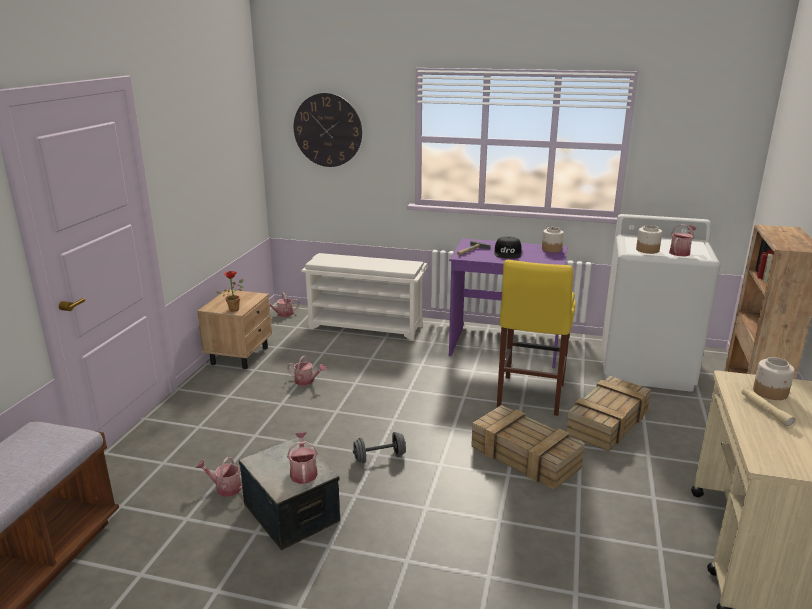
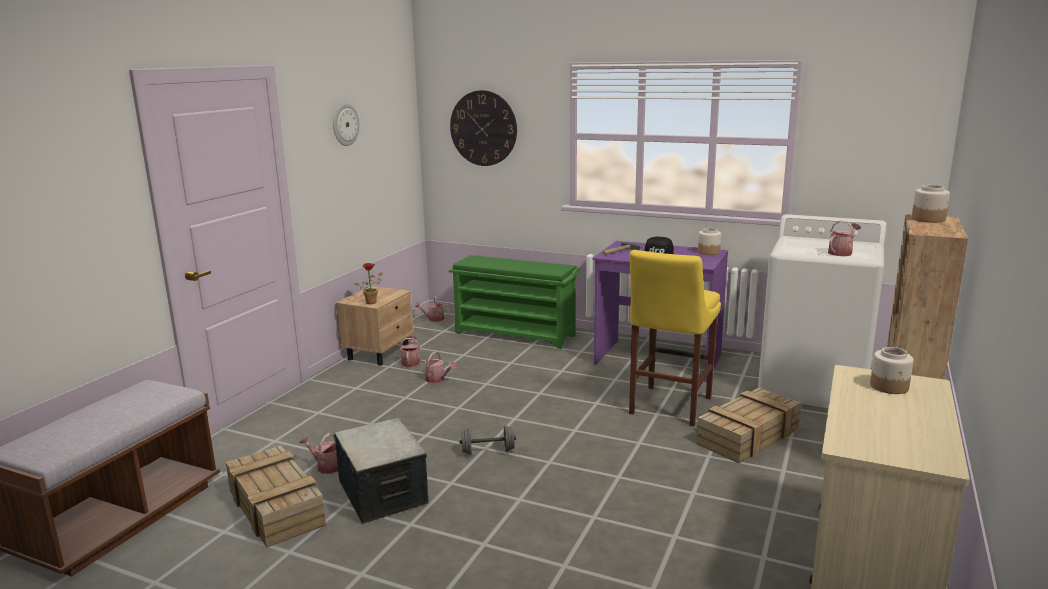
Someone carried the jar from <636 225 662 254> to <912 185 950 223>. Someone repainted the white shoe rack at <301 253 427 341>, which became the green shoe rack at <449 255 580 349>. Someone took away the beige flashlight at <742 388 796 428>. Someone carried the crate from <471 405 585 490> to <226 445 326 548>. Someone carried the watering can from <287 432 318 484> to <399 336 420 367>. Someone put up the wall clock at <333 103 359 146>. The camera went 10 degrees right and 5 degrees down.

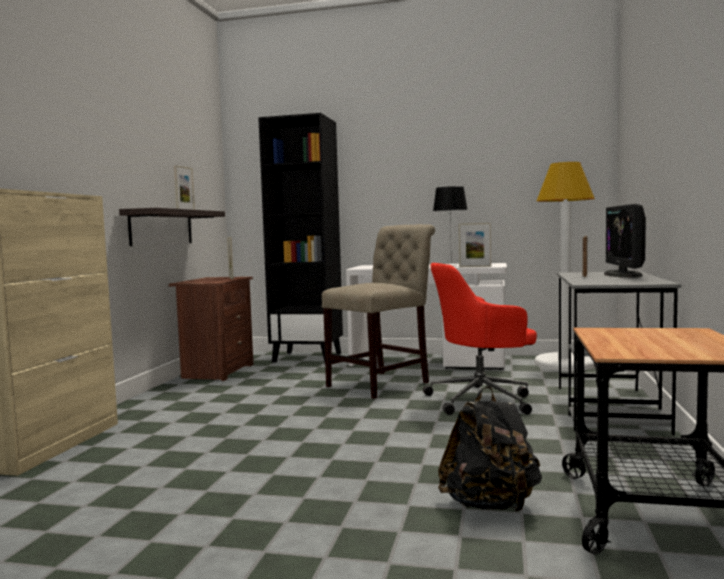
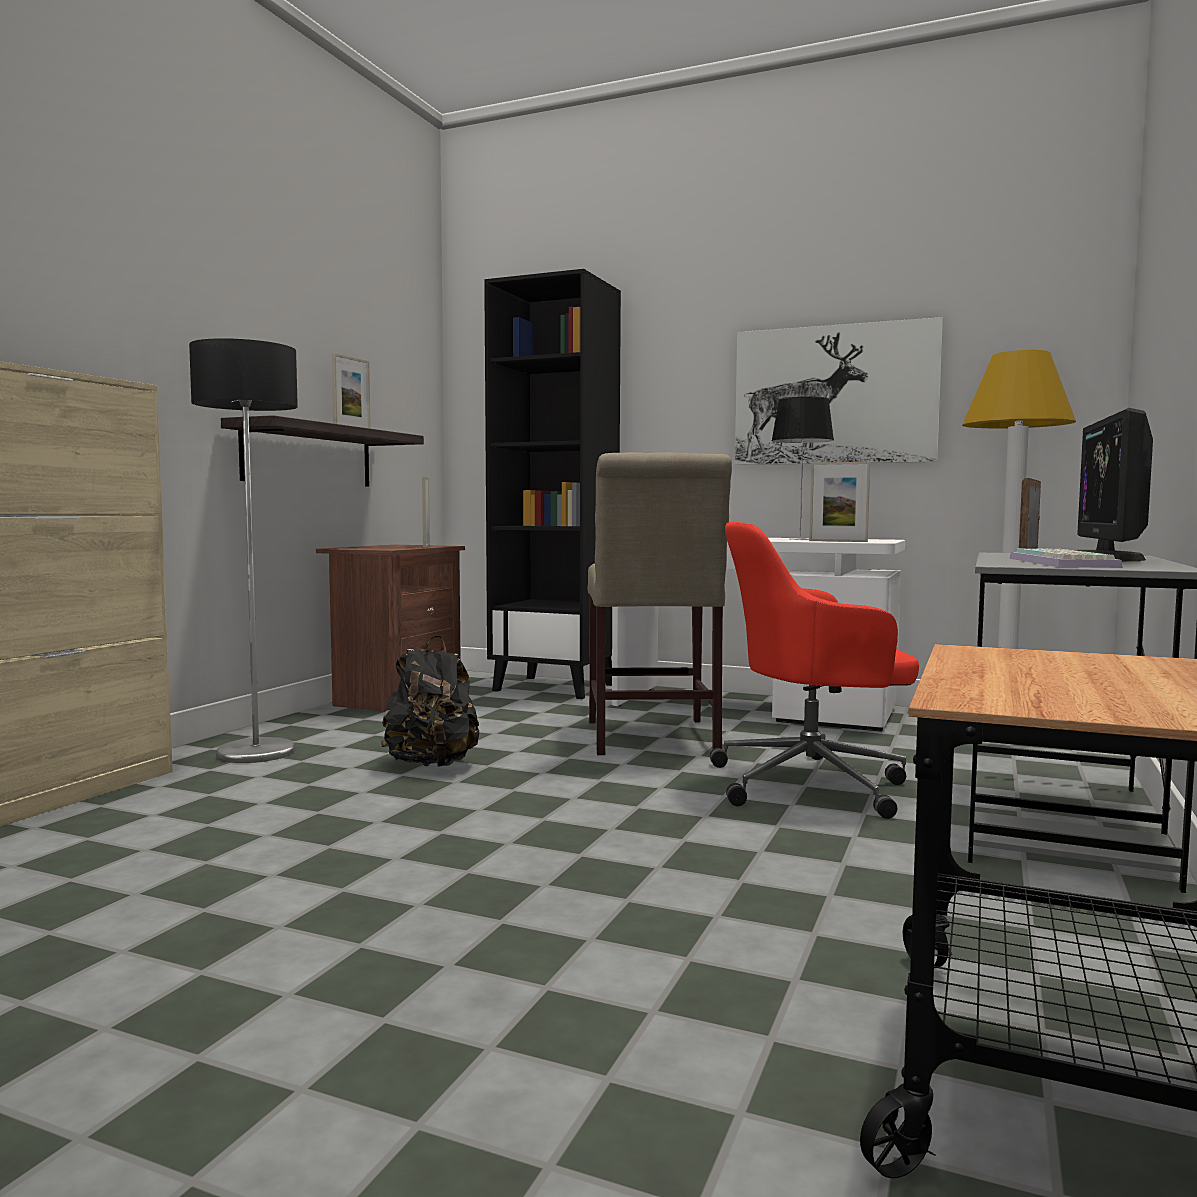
Someone rotated the beige chair at <322 224 435 399> by 120 degrees clockwise. Someone carried the black backpack from <438 386 542 512> to <381 635 479 767>. Someone put up the picture at <735 317 943 465>. Someone put down the floor lamp at <189 338 298 763>. Someone put down the keyboard at <1009 548 1123 568>. The camera went 10 degrees right and 0 degrees up.

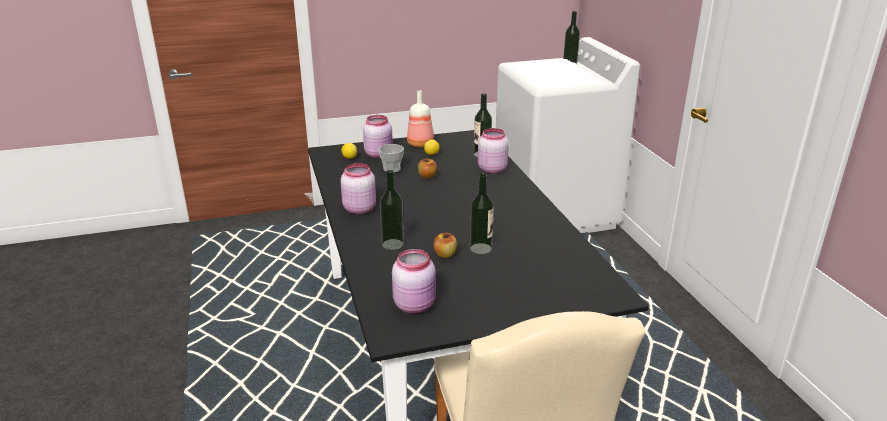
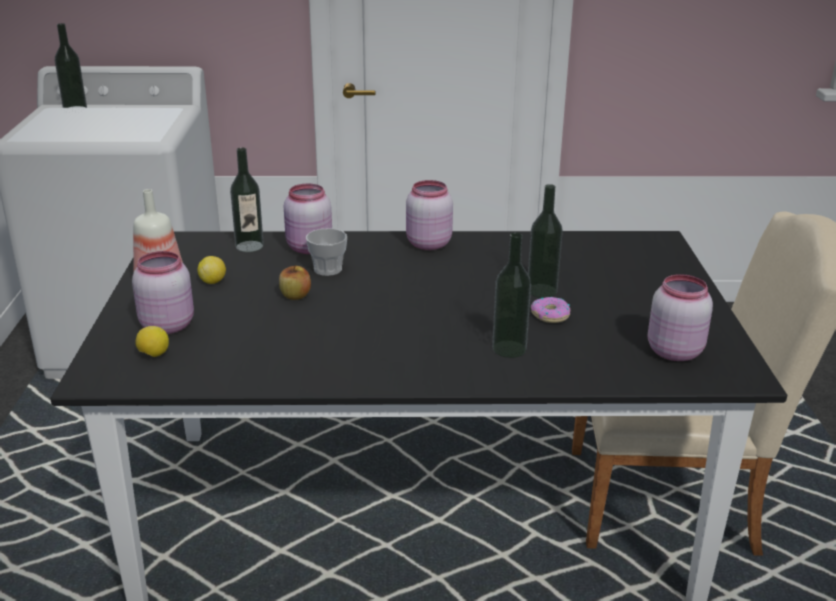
Someone carried the cup from <379 144 404 173> to <306 228 347 276>. Someone carried the pink jar from <341 163 376 214> to <406 180 453 250>. Someone swapped the apple at <434 232 457 258> for the donut at <531 297 570 323>. The camera went 75 degrees left and 0 degrees up.

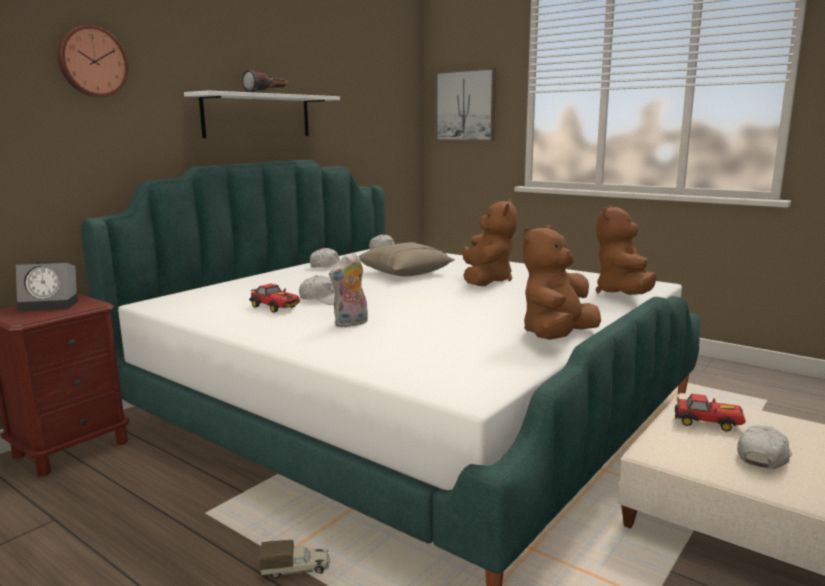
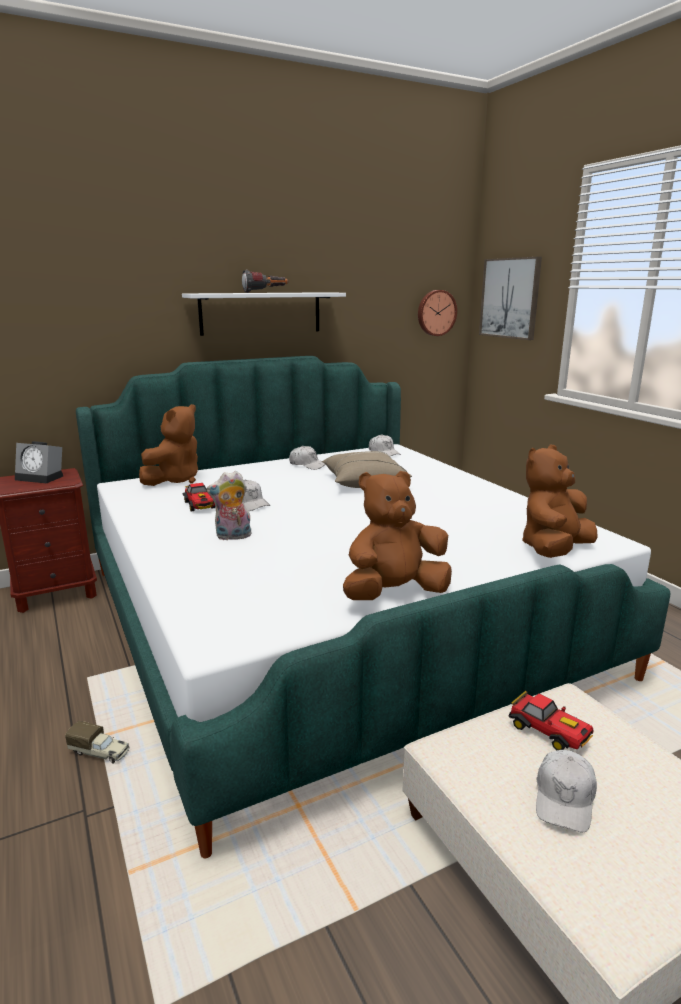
Someone carried the wall clock from <58 25 129 97> to <418 290 457 336>. Someone carried the brown plush toy from <463 199 517 286> to <139 404 198 486>. Someone rotated the white cap at <737 426 792 469> by 135 degrees clockwise. The camera went 25 degrees right and 5 degrees up.

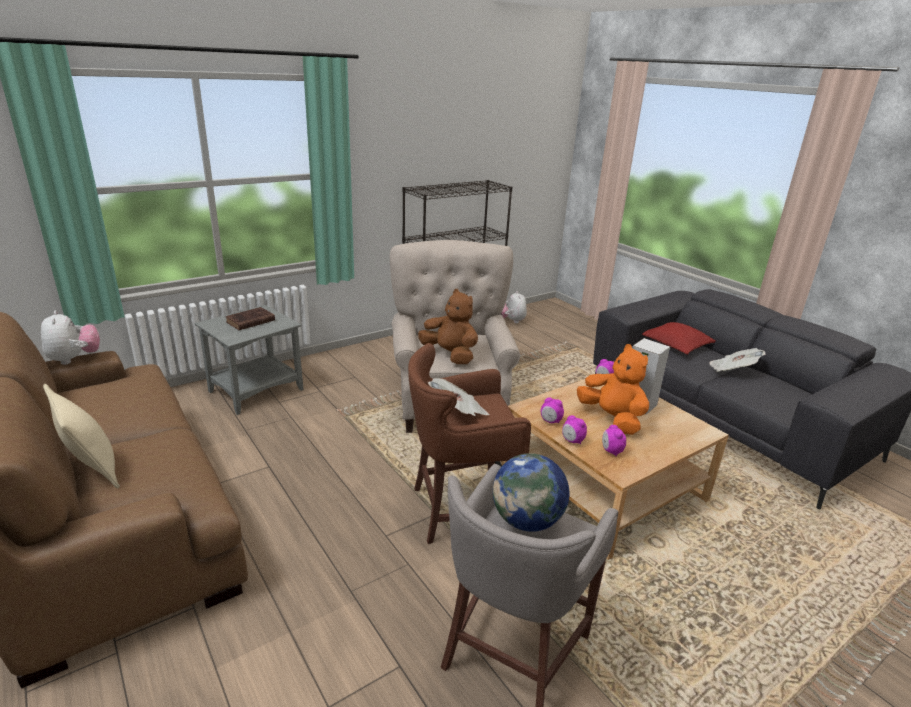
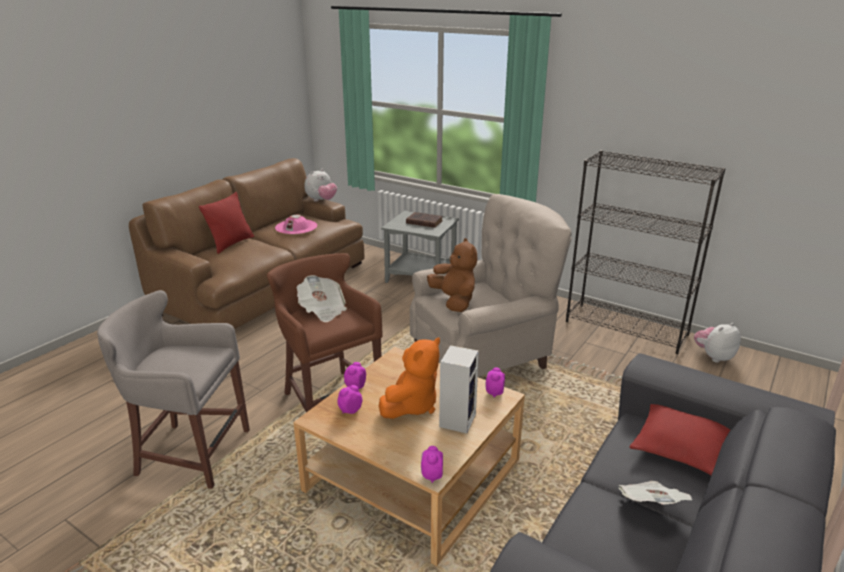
Someone rotated the brown plush toy at <418 289 478 364> by 45 degrees counterclockwise. Someone repainted the beige pillow at <43 384 120 489>, which became the red pillow at <199 192 254 254>. Someone carried the alarm clock from <541 397 564 423> to <421 446 443 483>. Someone took away the globe at <493 453 569 532>. Someone put down the pink hat at <275 215 317 234>. The camera went 70 degrees right and 0 degrees up.

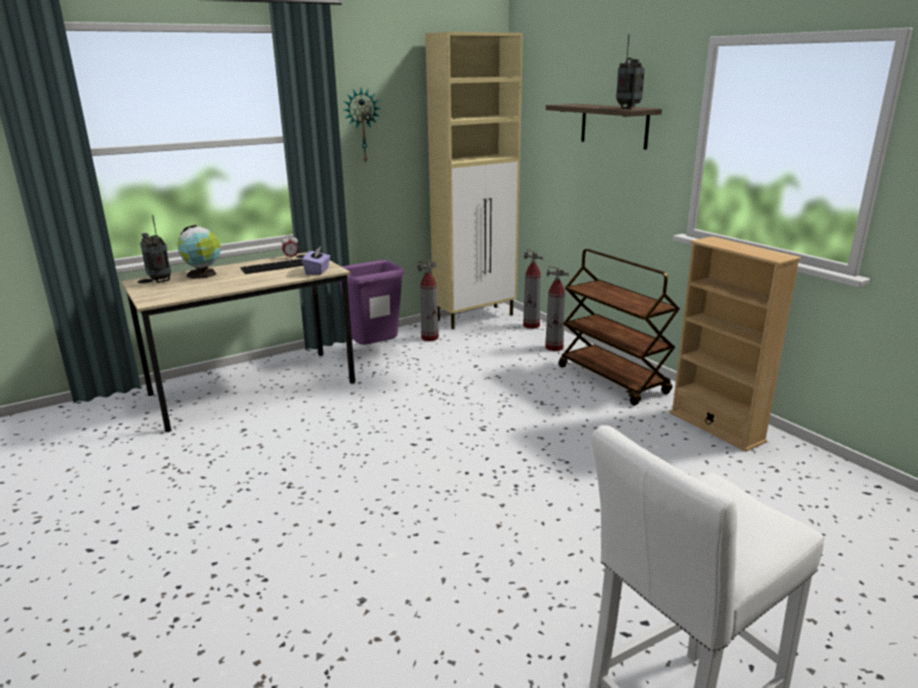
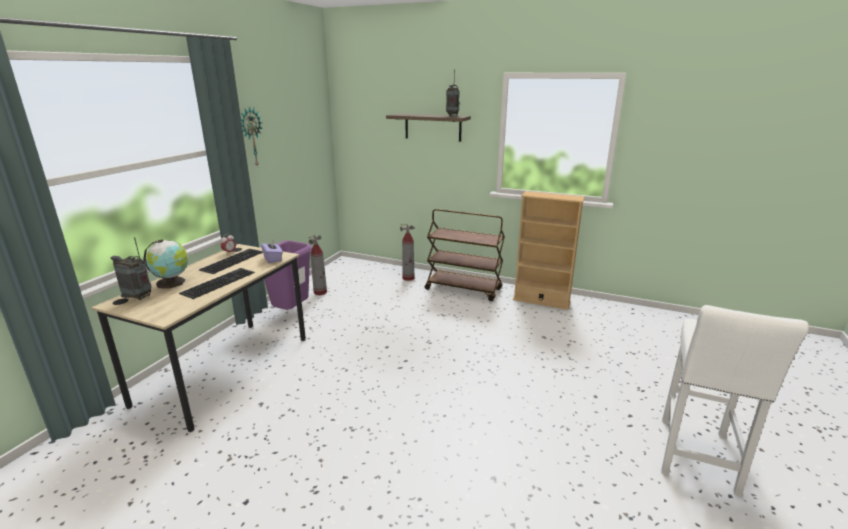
Someone took away the beige cabinet at <425 32 523 330>. Someone took away the fire extinguisher at <523 249 543 329>. Someone put down the keyboard at <179 268 255 299>. The camera went 35 degrees left and 0 degrees up.

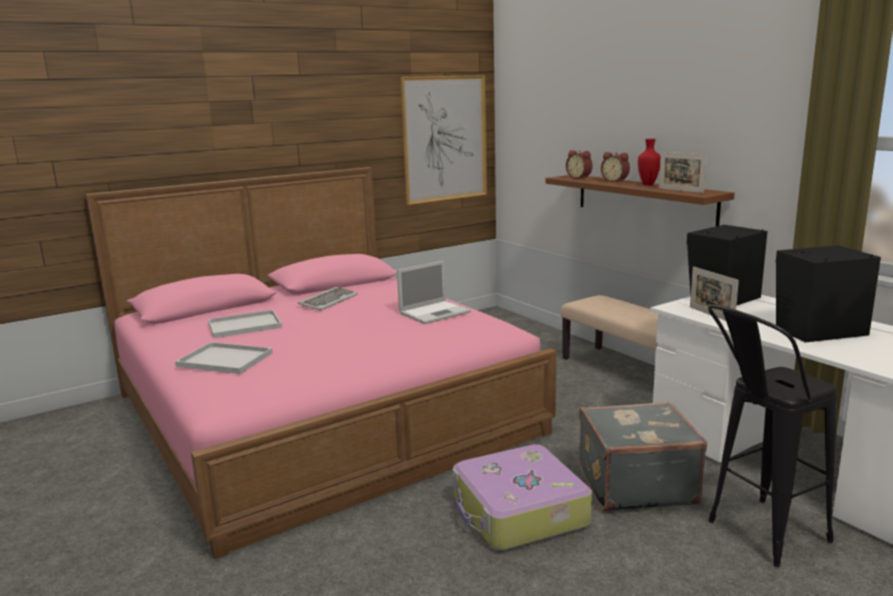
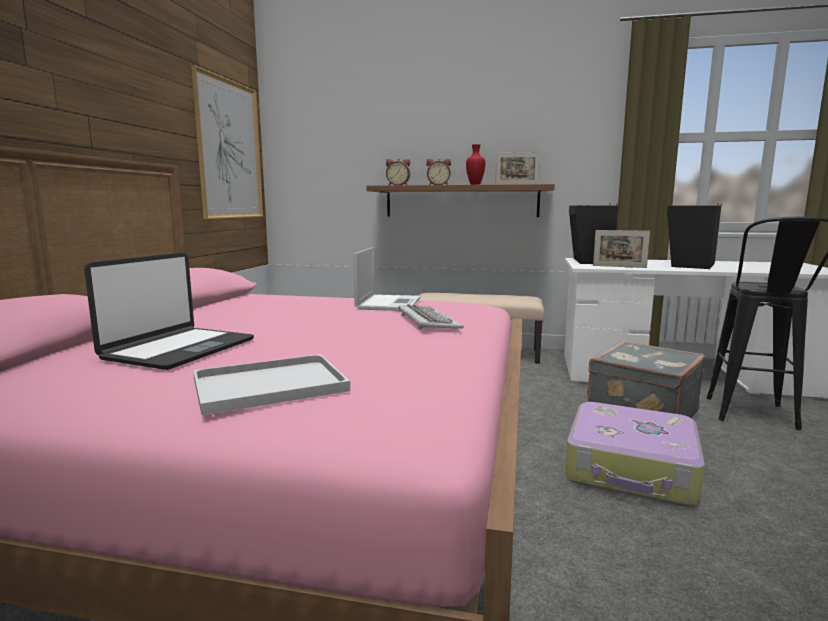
Someone carried the keyboard from <298 287 358 311> to <398 304 464 330>. Someone swapped the white tray at <208 310 282 338> for the laptop at <84 252 254 370>. The camera went 45 degrees left and 5 degrees down.

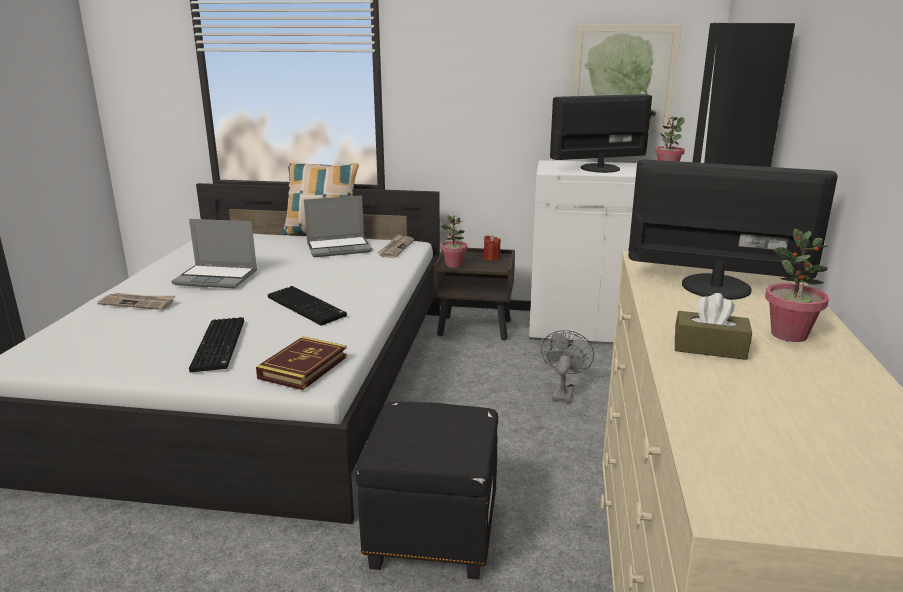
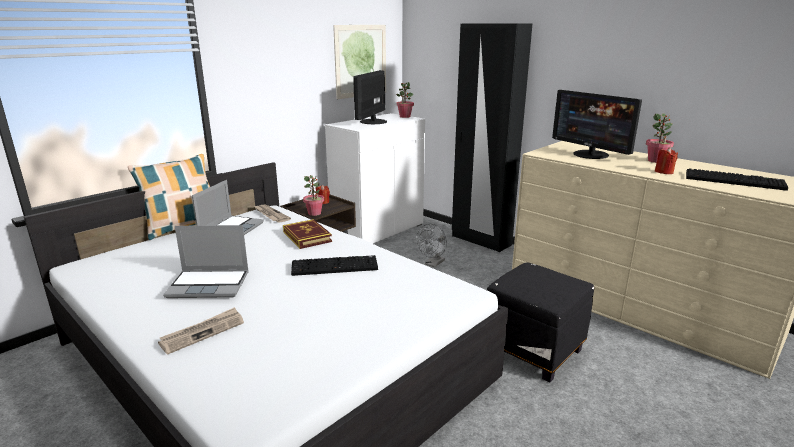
Someone rotated the monitor at <628 159 838 300> by 90 degrees counterclockwise. Someone rotated the laptop at <171 219 257 288> by 45 degrees clockwise. Someone swapped the brown tissue box at <675 293 752 360> for the red candle at <655 147 678 174>. Someone carried the keyboard from <189 317 244 372> to <686 168 788 191>. Someone rotated the grey fan at <541 330 594 403> by 105 degrees counterclockwise. Someone carried the book from <256 337 347 390> to <283 219 332 249>. The camera went 55 degrees left and 0 degrees up.

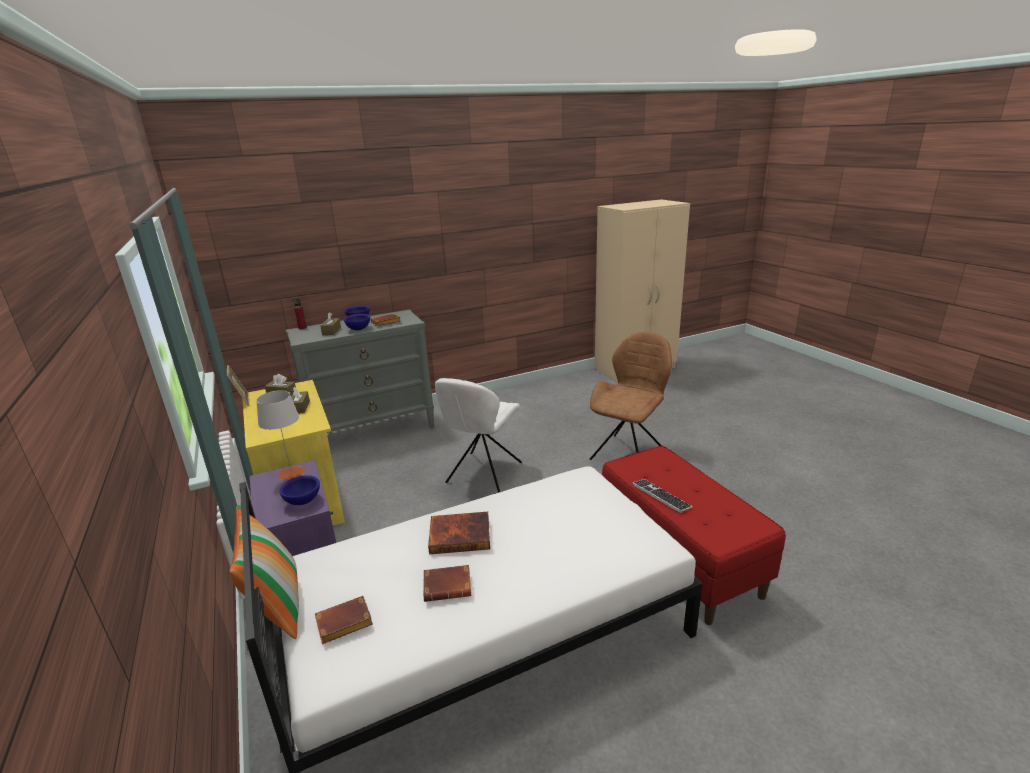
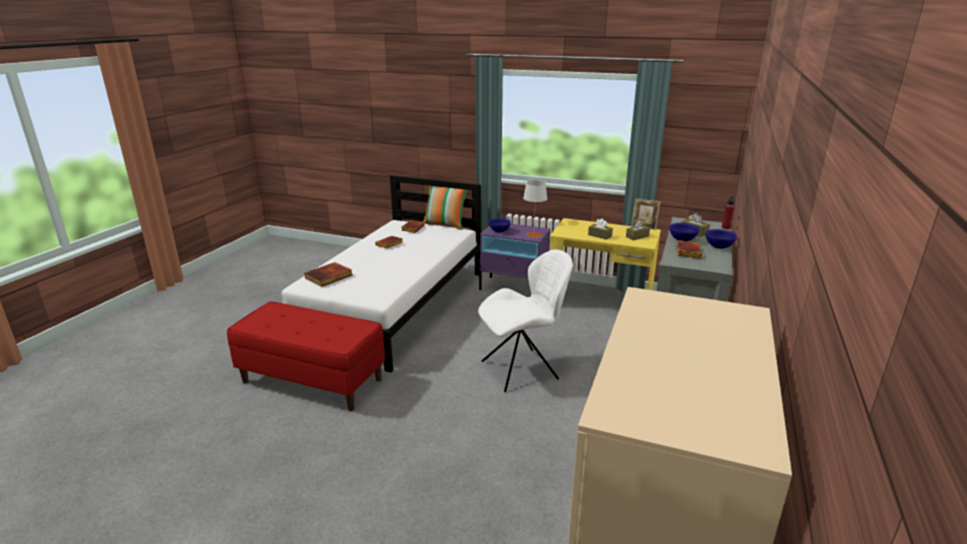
Someone took away the brown chair at <590 332 672 460>. Someone rotated the white chair at <435 378 522 493> by 90 degrees clockwise. Someone took away the keyboard at <632 479 693 513>. Someone carried the book from <428 512 490 554> to <304 262 352 287>. The camera went 135 degrees right and 0 degrees up.

